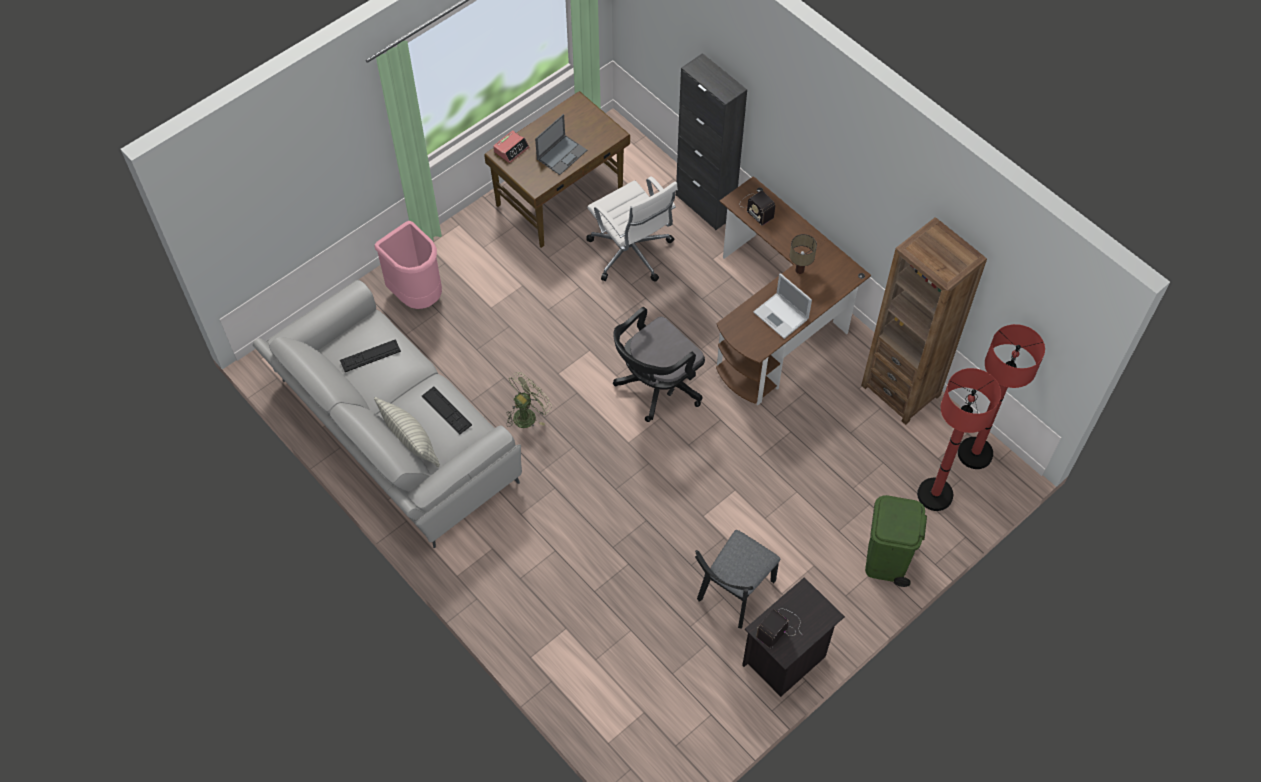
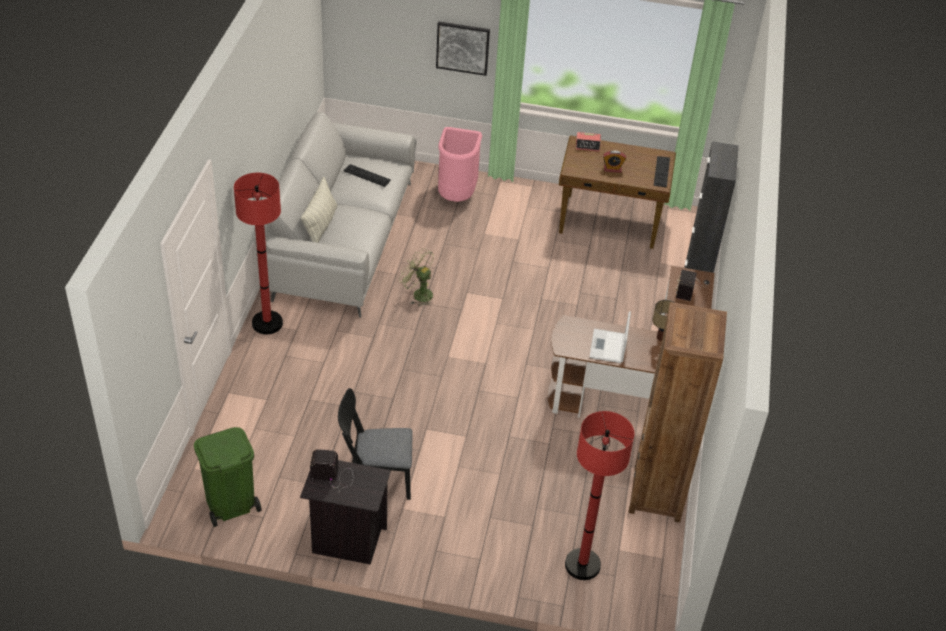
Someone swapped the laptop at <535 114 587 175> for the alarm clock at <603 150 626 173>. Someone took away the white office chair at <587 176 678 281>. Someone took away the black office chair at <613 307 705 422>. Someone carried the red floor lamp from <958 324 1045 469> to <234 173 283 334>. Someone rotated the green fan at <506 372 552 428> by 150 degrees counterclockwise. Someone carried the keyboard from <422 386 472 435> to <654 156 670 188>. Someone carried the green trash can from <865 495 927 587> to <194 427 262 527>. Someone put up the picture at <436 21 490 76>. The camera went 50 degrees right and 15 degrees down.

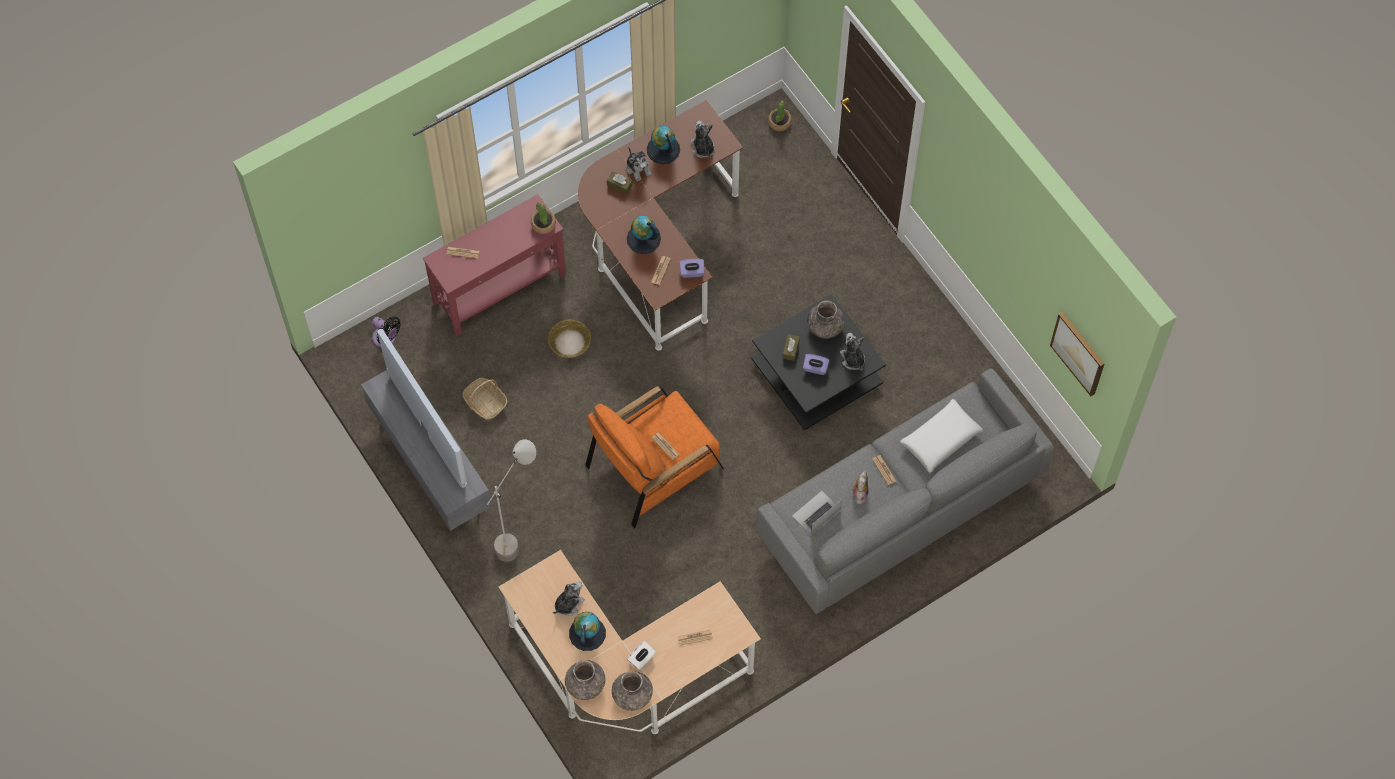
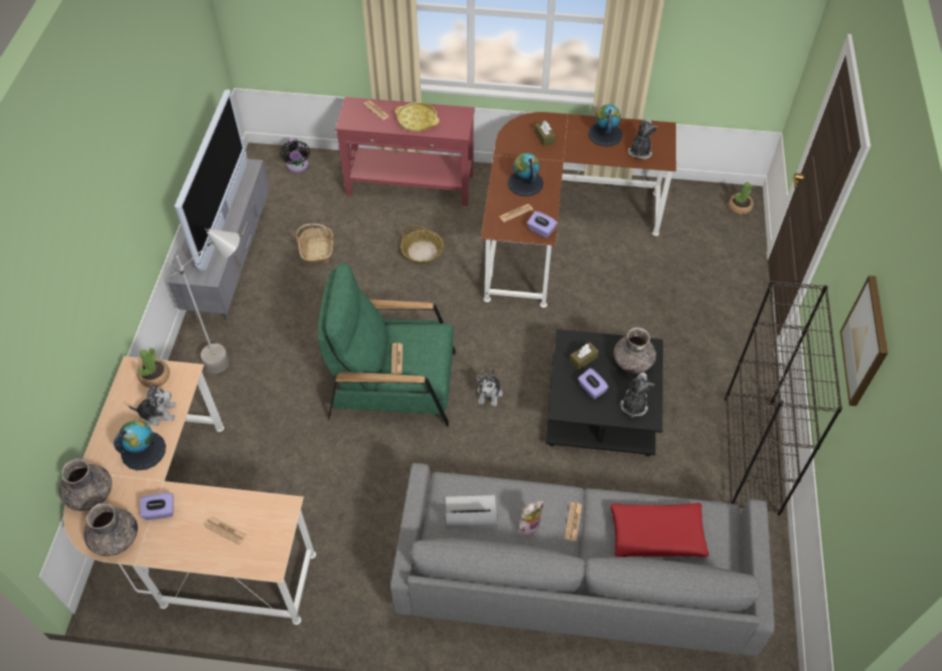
Someone carried the plush toy from <626 148 652 182> to <476 368 503 407>. Someone carried the potted plant from <531 202 556 234> to <137 348 170 388>. Someone carried the picture from <1050 312 1105 396> to <840 275 888 406>. Someone repainted the orange armchair at <585 386 724 529>, which became the green armchair at <318 263 455 427>. Someone repainted the white pillow at <900 399 983 473>, which became the red pillow at <610 503 709 557>. Someone repainted the white tissue box at <627 641 656 670>, which became the purple tissue box at <140 493 174 520>. Someone put down the yellow tray at <395 102 439 132>. Someone put down the black bookcase at <724 280 843 516>. The camera went 40 degrees right and 10 degrees down.

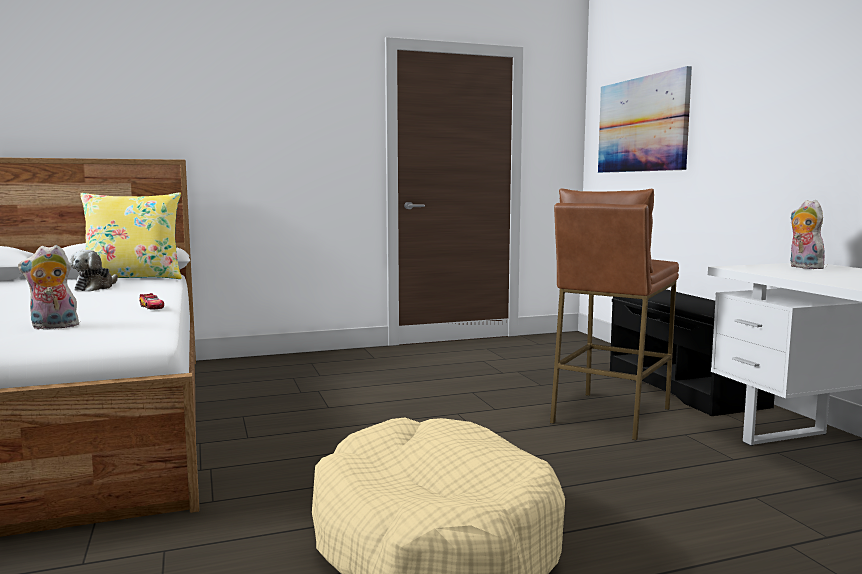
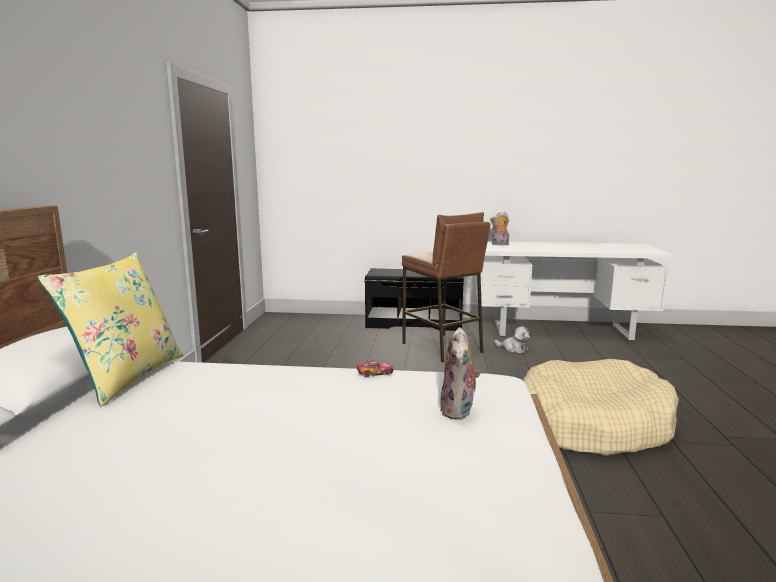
Someone took away the picture at <598 66 692 173>. Someone carried the plush toy from <70 250 118 291> to <494 326 530 353>. The camera went 65 degrees left and 5 degrees up.

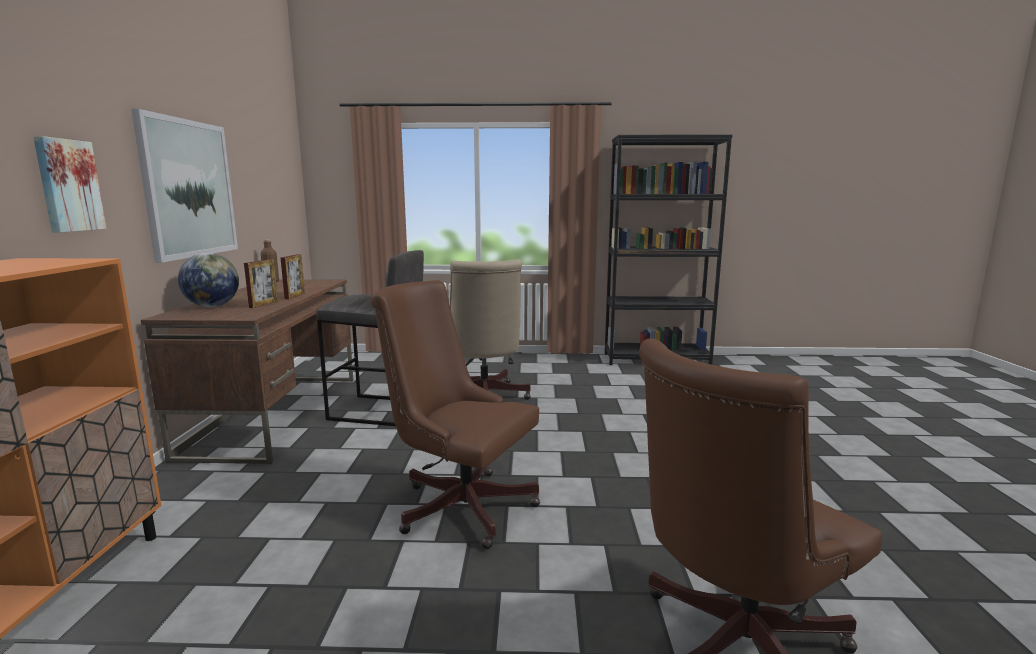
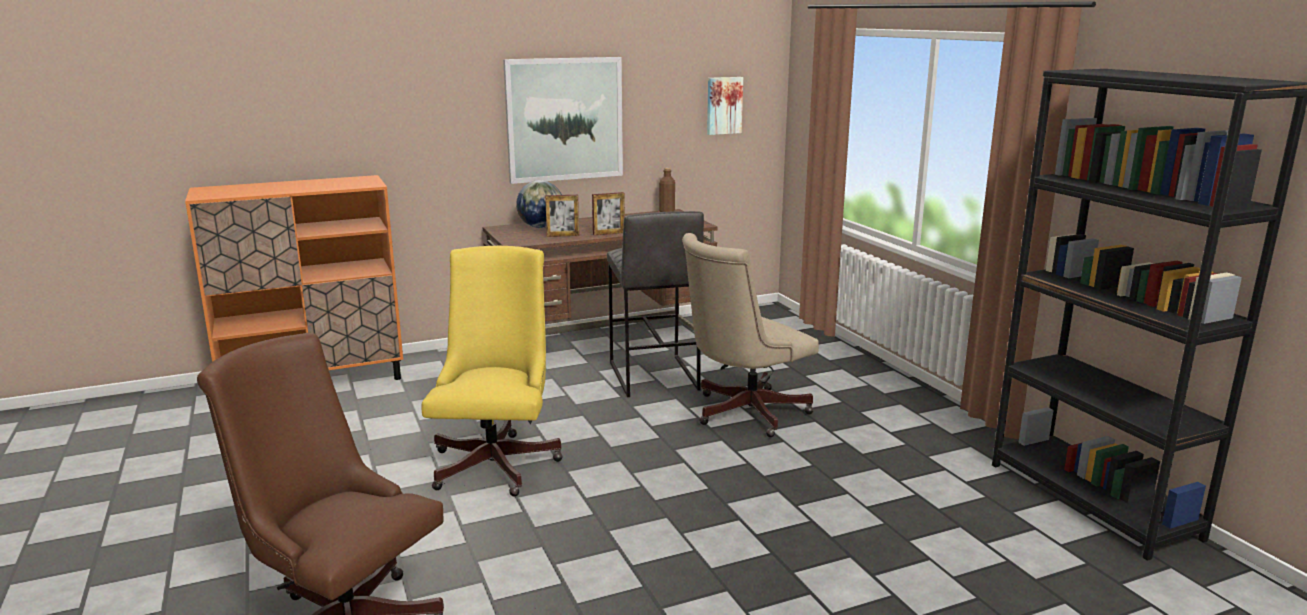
Someone carried the picture from <33 136 107 233> to <707 77 743 135>. Someone repainted the brown office chair at <370 280 540 549>, which became the yellow office chair at <422 246 563 497>. The camera went 65 degrees right and 5 degrees up.

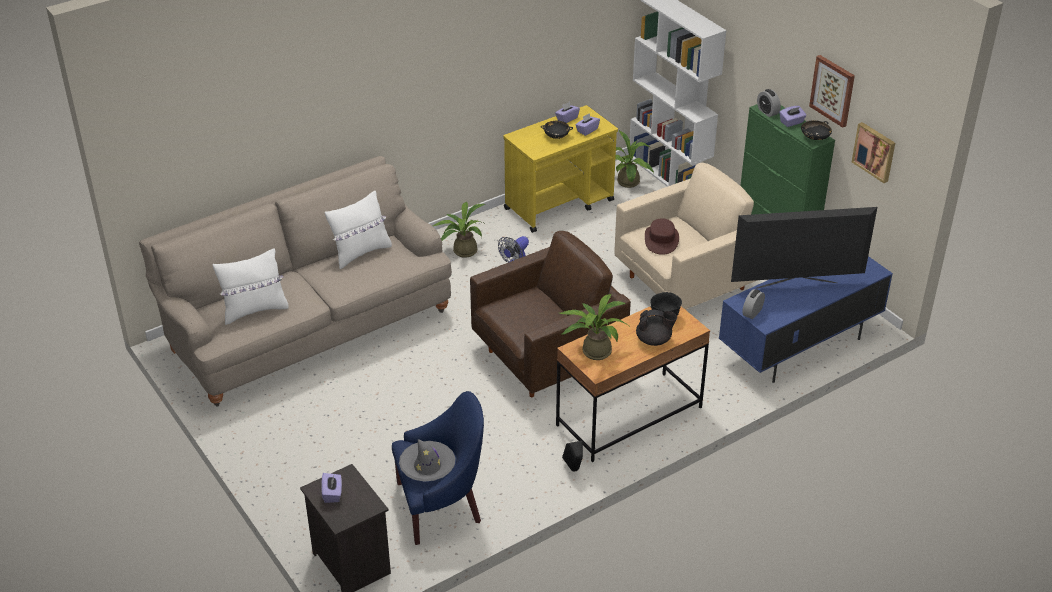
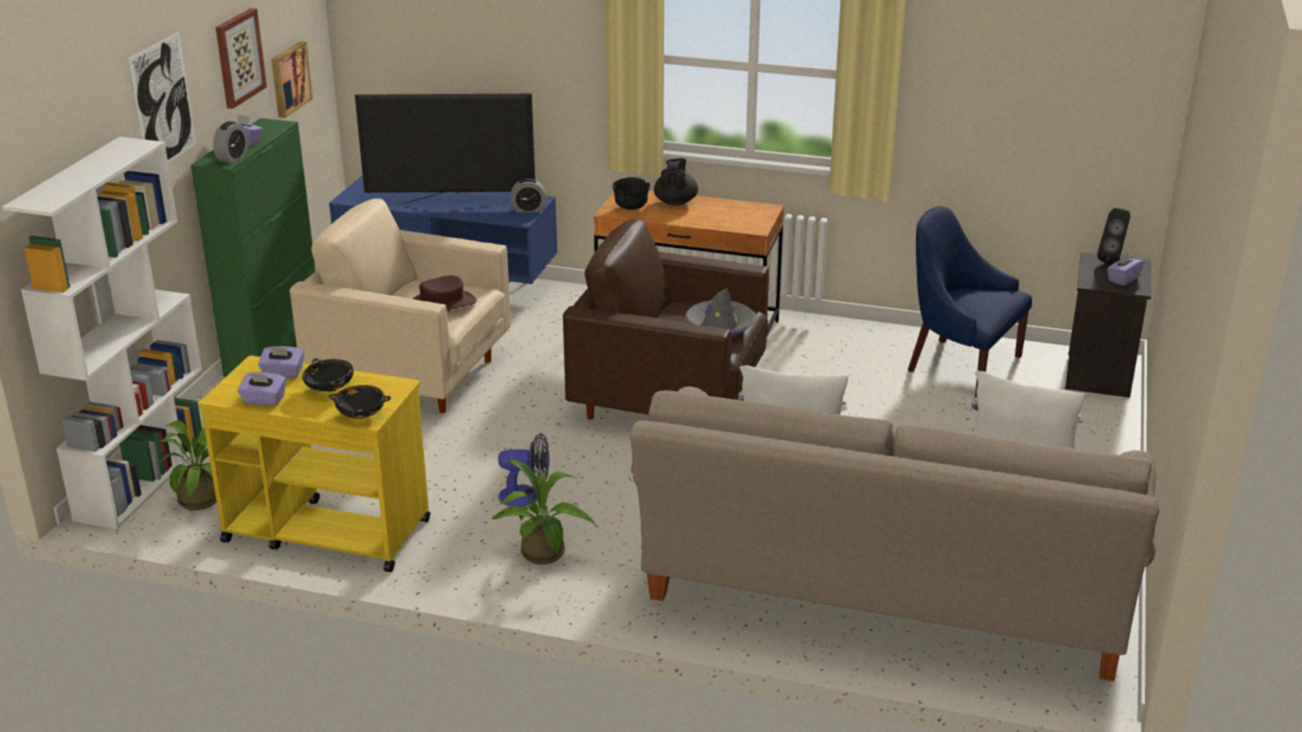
Someone carried the black bowl from <801 120 832 140> to <329 385 391 419>. Someone rotated the television at <731 207 877 289> by 45 degrees counterclockwise. Someone took away the potted plant at <560 294 629 360>. Someone rotated the black teapot at <636 310 677 346> by 45 degrees clockwise. Someone carried the grey hat from <399 439 456 482> to <685 288 757 337>. Someone carried the black speaker from <562 440 583 472> to <1097 208 1130 264>. Someone put up the picture at <128 31 196 162>. The camera went 130 degrees left and 10 degrees down.

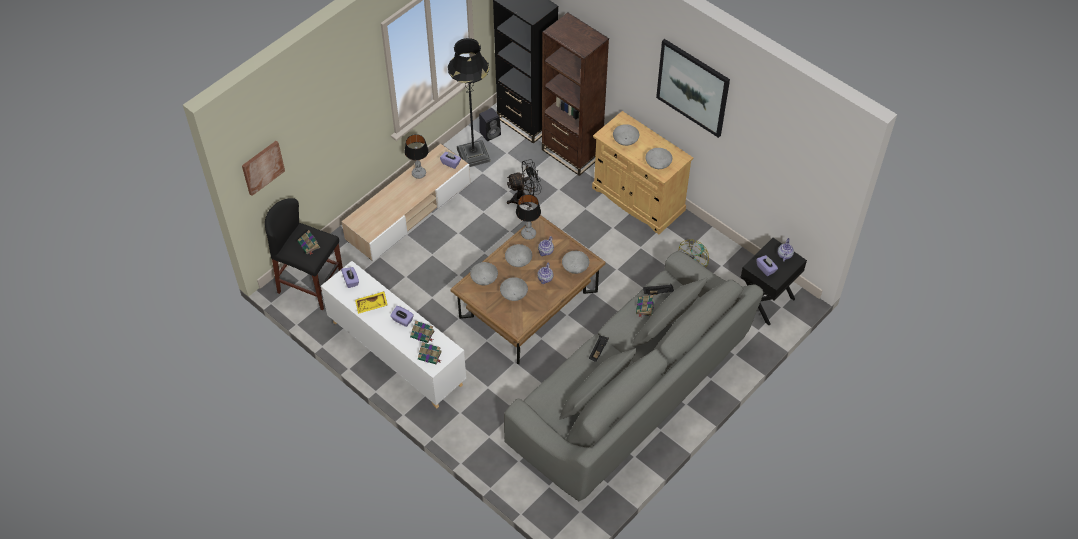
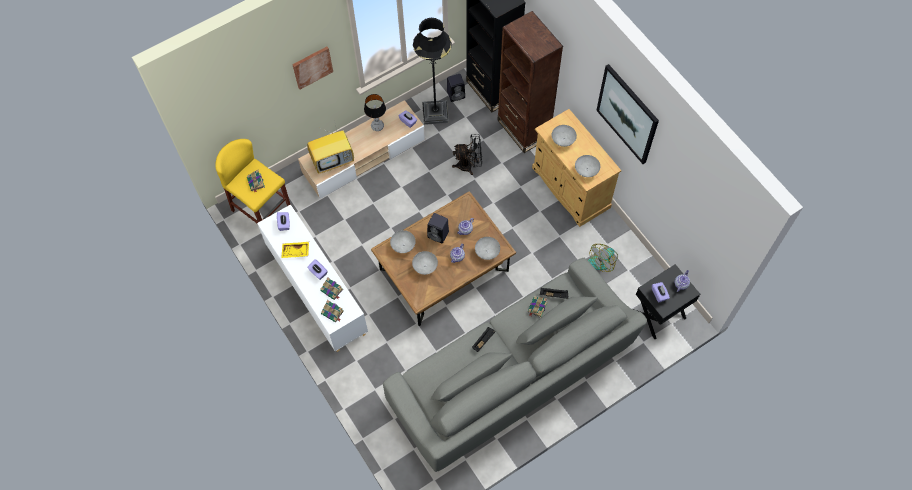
Someone carried the picture from <242 141 285 196> to <292 47 333 89>. Someone took away the table lamp at <516 194 541 240>. Someone repainted the black stool at <265 198 343 310>, which became the yellow stool at <215 139 290 223>. Someone swapped the grey bowl at <505 244 532 267> for the black speaker at <427 213 449 243>. Someone put down the television at <307 120 354 174>. The camera went 15 degrees right and 10 degrees up.

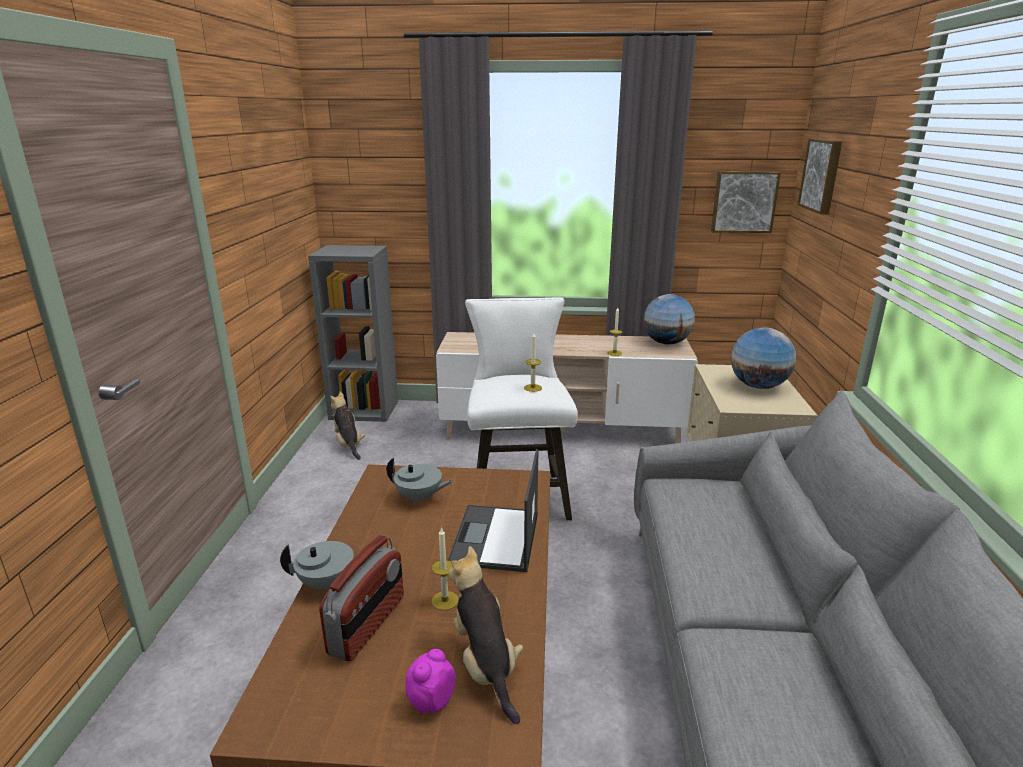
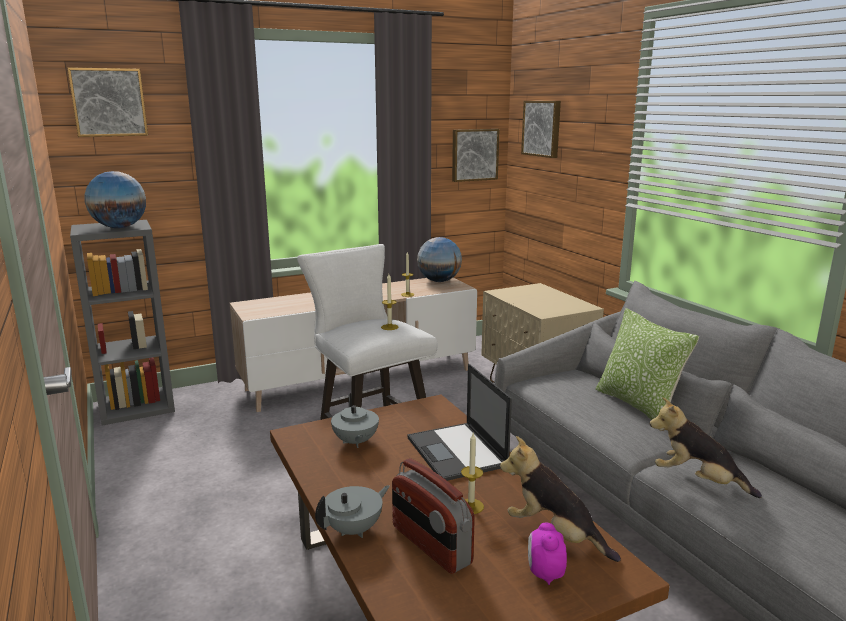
Someone carried the globe from <731 328 796 389> to <85 171 146 228>. Someone carried the plush toy from <330 392 365 460> to <650 397 762 498>. Someone rotated the grey teapot at <386 458 453 505> by 90 degrees clockwise. Someone rotated the radio at <319 535 404 661> by 150 degrees clockwise. Someone put up the picture at <67 67 148 137>. Someone put down the pillow at <595 308 699 420>. The camera went 30 degrees left and 5 degrees down.

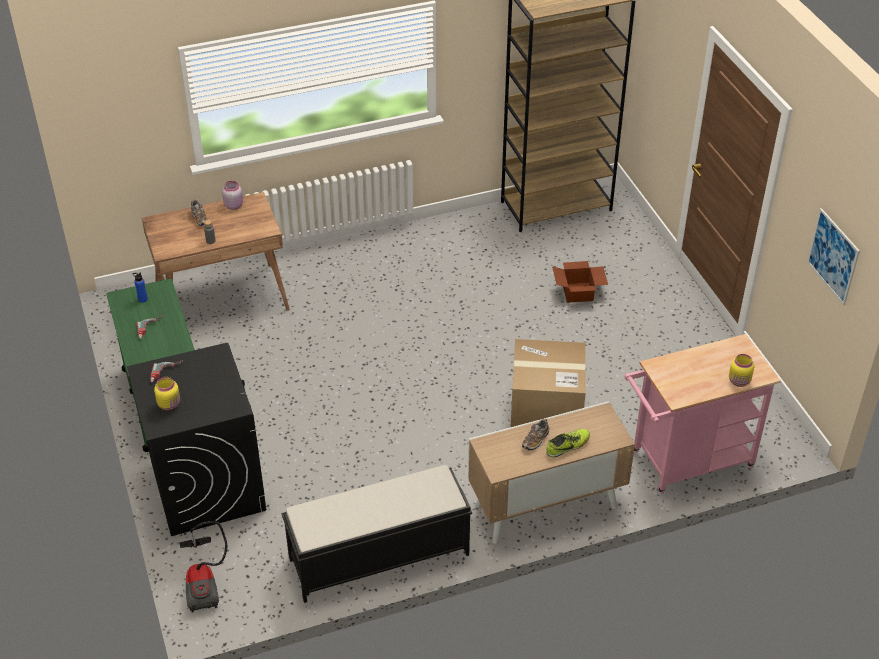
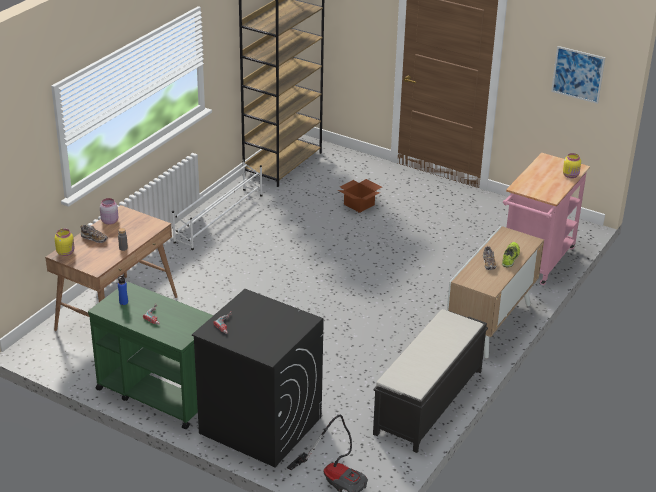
Someone took away the cardboard box at <510 339 586 427>. Someone carried the yellow jar from <154 377 180 411> to <54 229 75 256>. Someone put down the white shoe rack at <172 160 262 250>. The camera went 40 degrees left and 10 degrees down.

